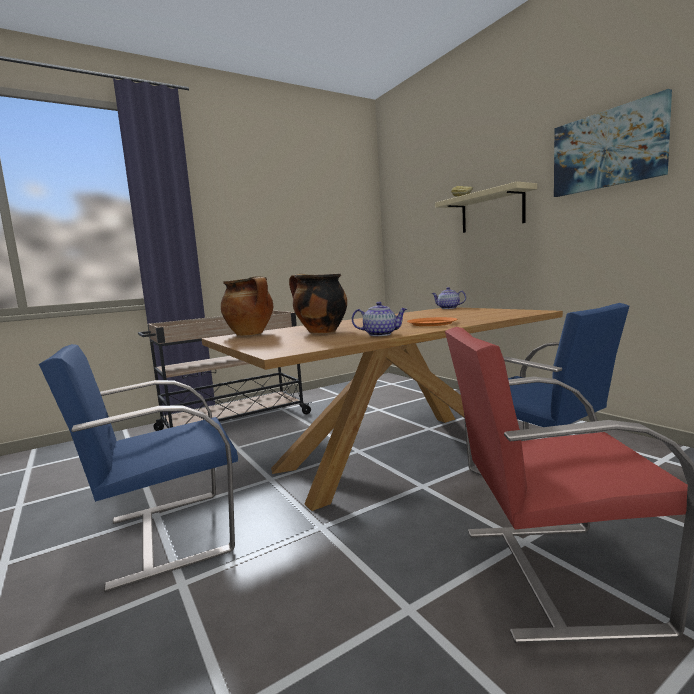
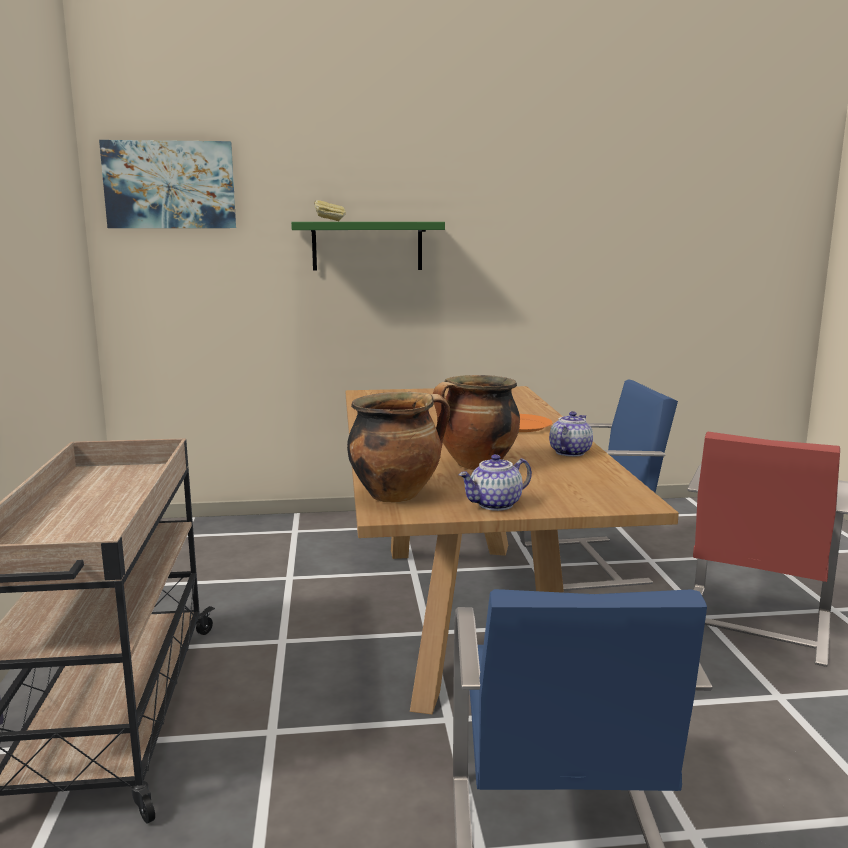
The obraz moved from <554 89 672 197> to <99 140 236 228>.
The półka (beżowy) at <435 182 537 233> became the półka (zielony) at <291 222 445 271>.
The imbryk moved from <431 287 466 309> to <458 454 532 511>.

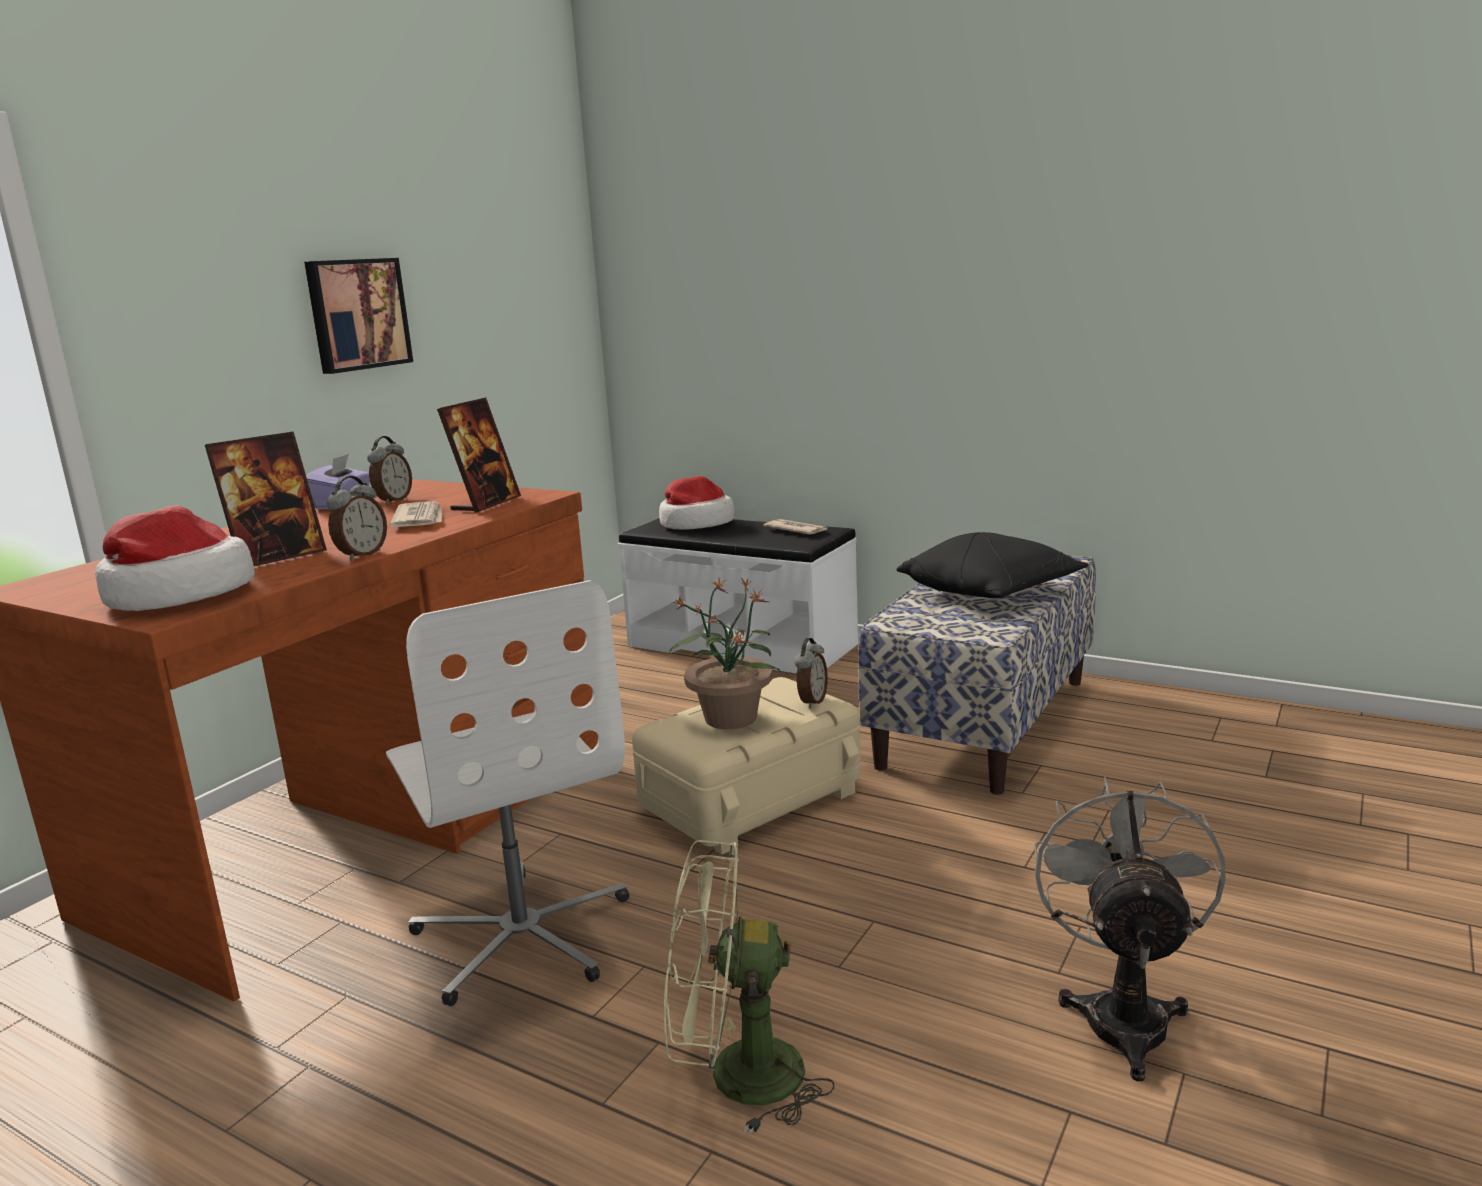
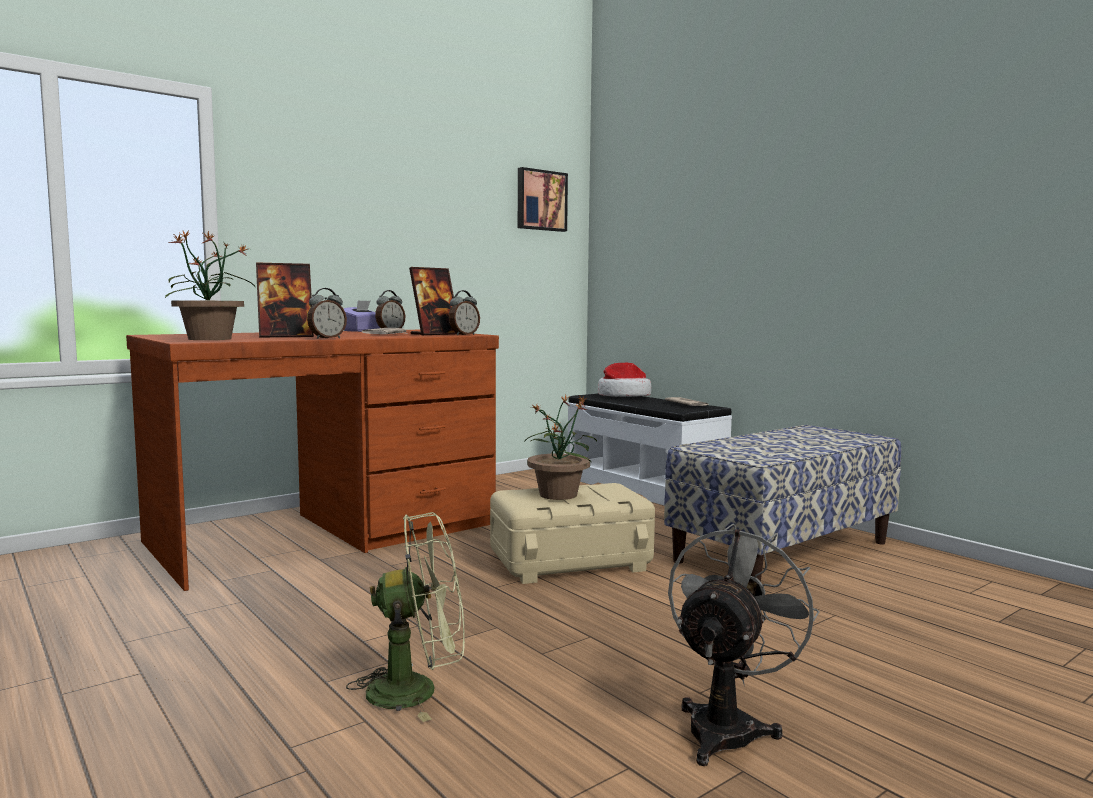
The obraz moved from <304 258 413 374> to <518 167 568 232>.
The kapelusz at <95 506 255 611> was replaced by the roślina doniczkowa at <165 231 255 340>.
The poduszka (czarny) at <897 532 1088 598> disappeared.
The krzesło biurowe (biały) at <386 580 629 1006> disappeared.
The budzik moved from <794 638 828 708> to <449 290 480 335>.
The wentylator (zielony) at <664 840 835 1135> turned 150 degrees clockwise.

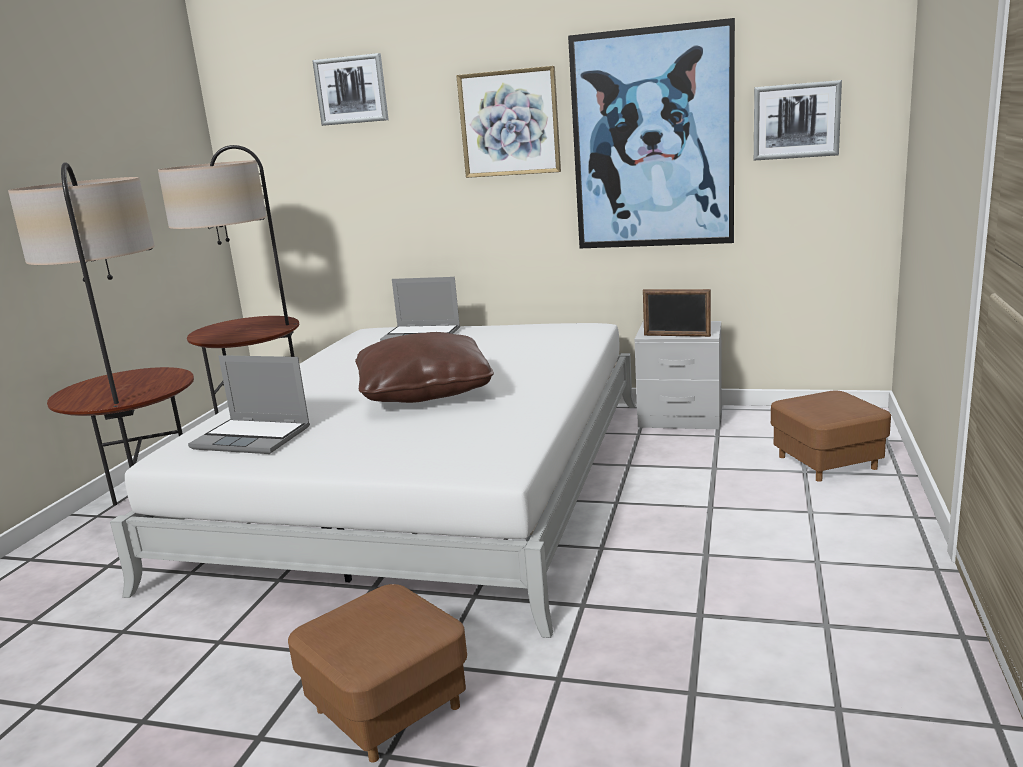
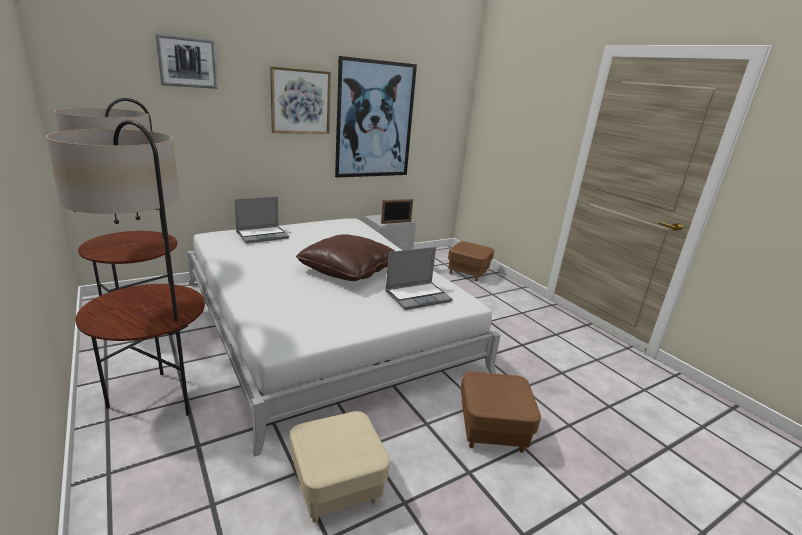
The obraz at <754 80 842 160> disappeared.
The laptop moved from <188 355 310 454> to <385 247 453 310>.
The pufa (beżowy) at <290 411 390 523> appeared.

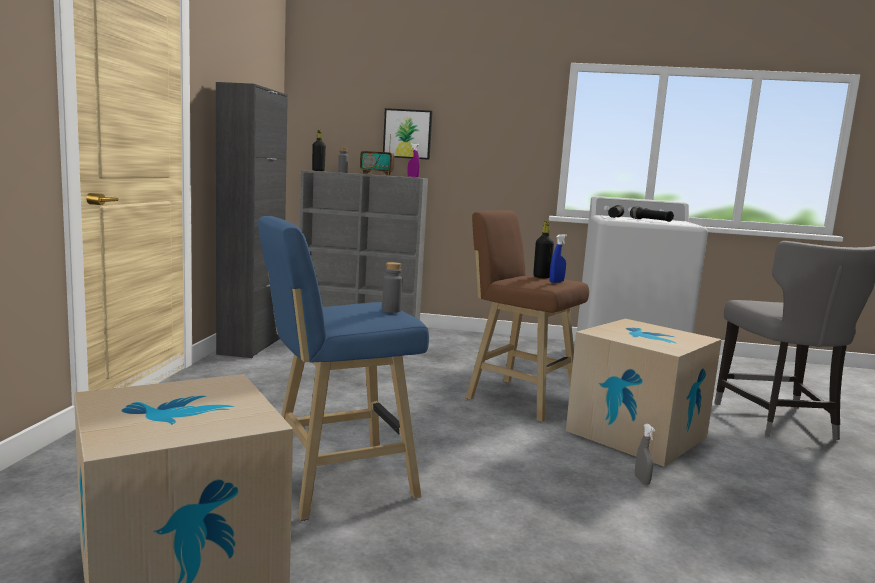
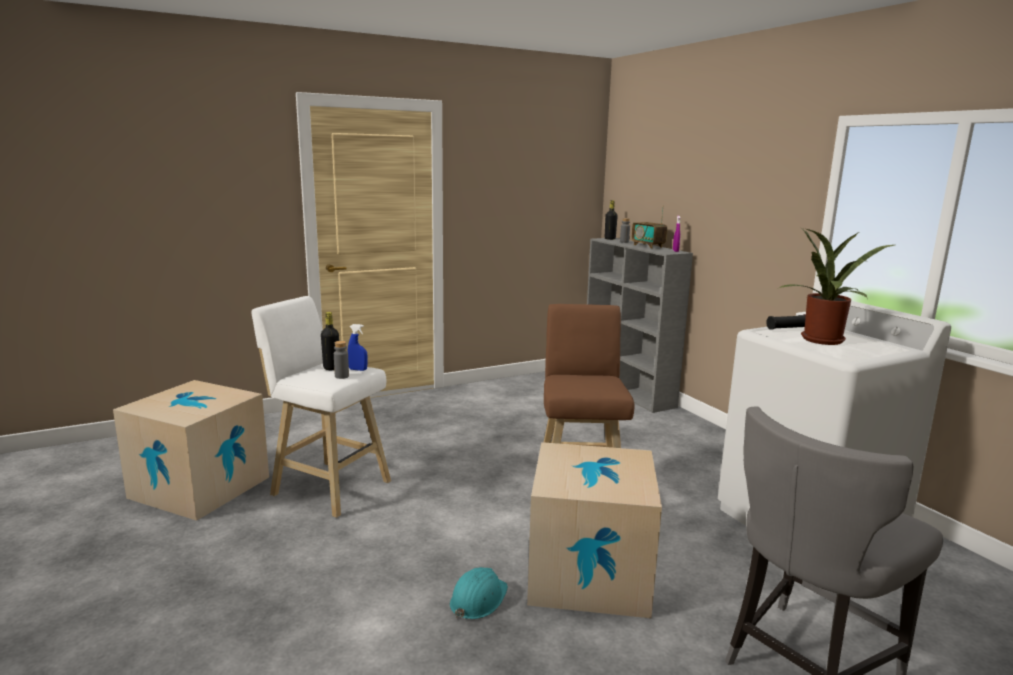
The szafka (czarny) at <216 82 288 358> disappeared.
The obraz at <383 108 433 160> disappeared.
The latarka (czarny) at <630 207 674 222> was replaced by the roślina doniczkowa at <779 226 894 345>.
The stołek (niebieski) at <258 216 429 521> became the stołek (biały) at <251 296 391 518>.
The butelka (czarny) moved from <533 221 554 278> to <321 312 339 370>.
The spryskiwacz (niebieski) moved from <550 234 567 283> to <348 324 367 371>.
The spryskiwacz (szary) at <635 424 655 485> was replaced by the kask (turkusowy) at <450 567 508 619>.

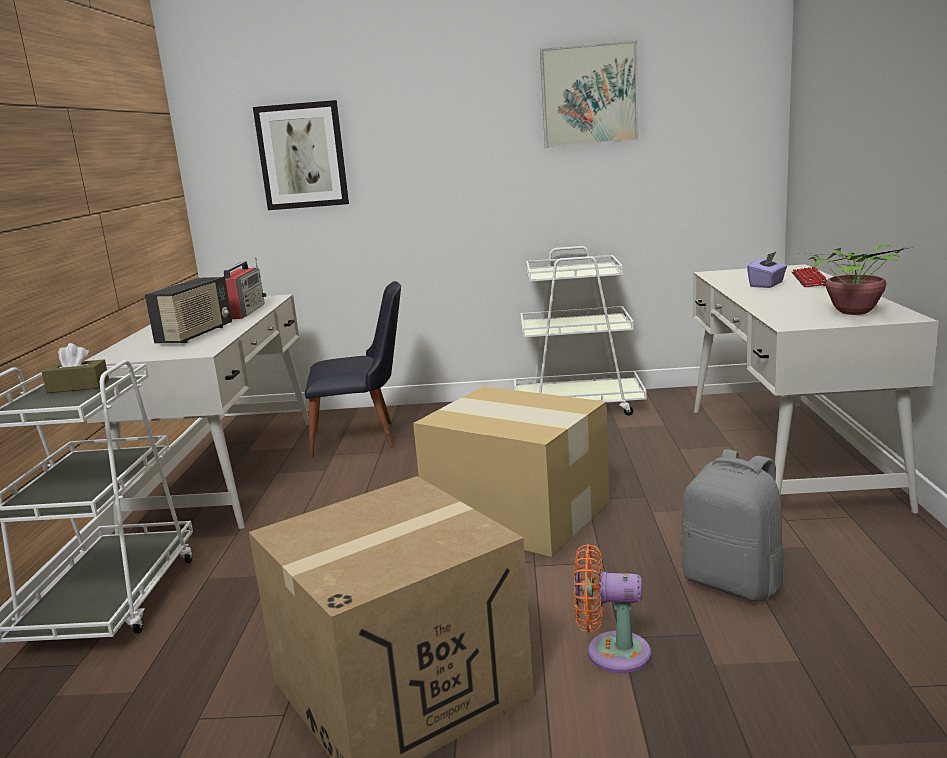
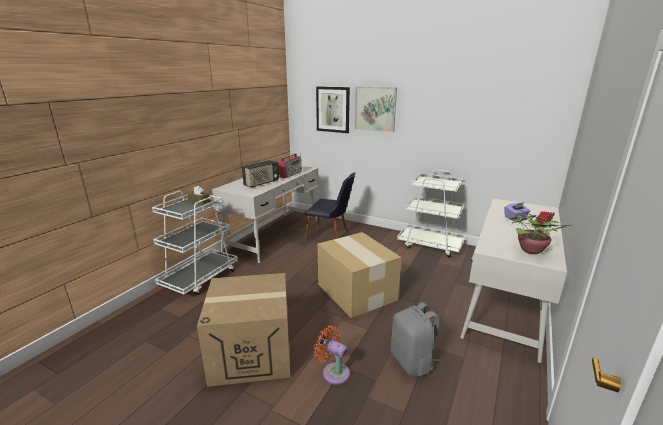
The obraz moved from <540 41 639 148> to <355 87 397 132>.

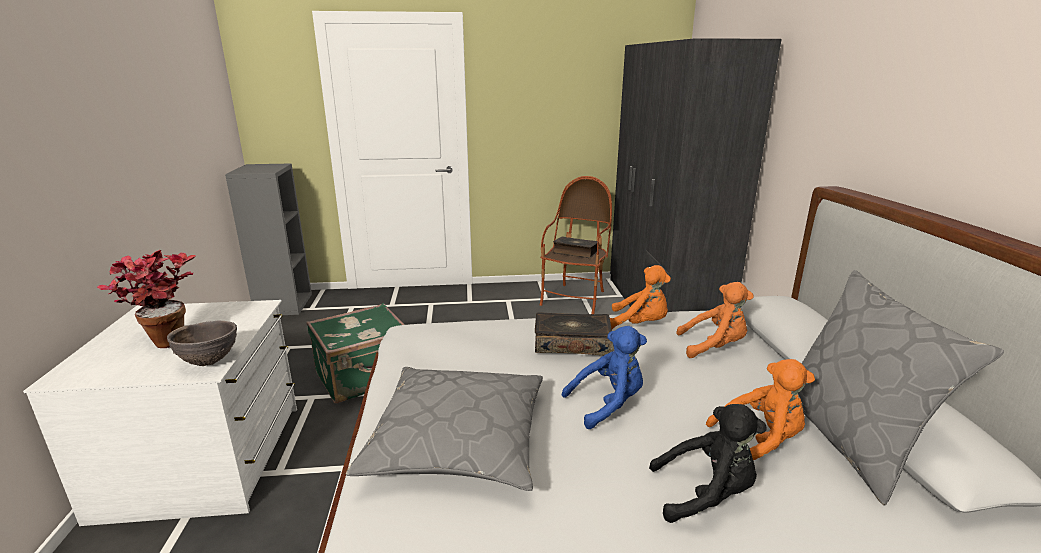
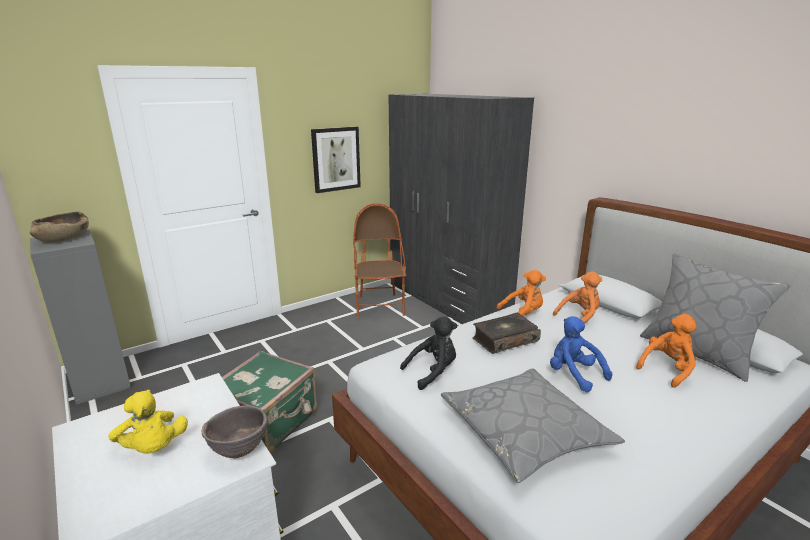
The książka at <553 236 599 258> disappeared.
The roślina doniczkowa at <97 250 196 348> was replaced by the pluszak (żółty) at <108 390 188 454>.
The pluszak (niebieski) at <562 326 647 429> turned 75 degrees counterclockwise.
The pluszak (czarny) moved from <649 404 767 523> to <400 316 457 390>.
The obraz at <311 126 361 193> appeared.
The miska (brązowy) at <30 212 89 243> appeared.

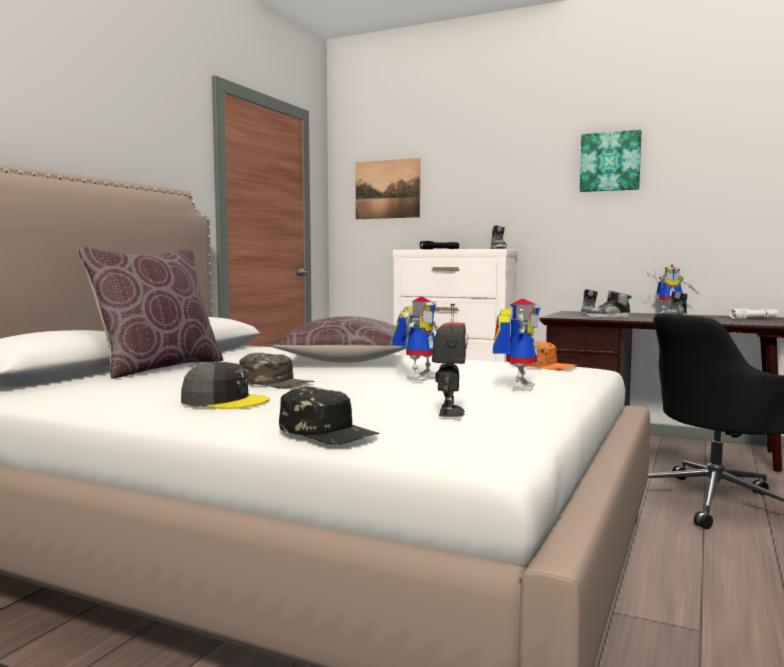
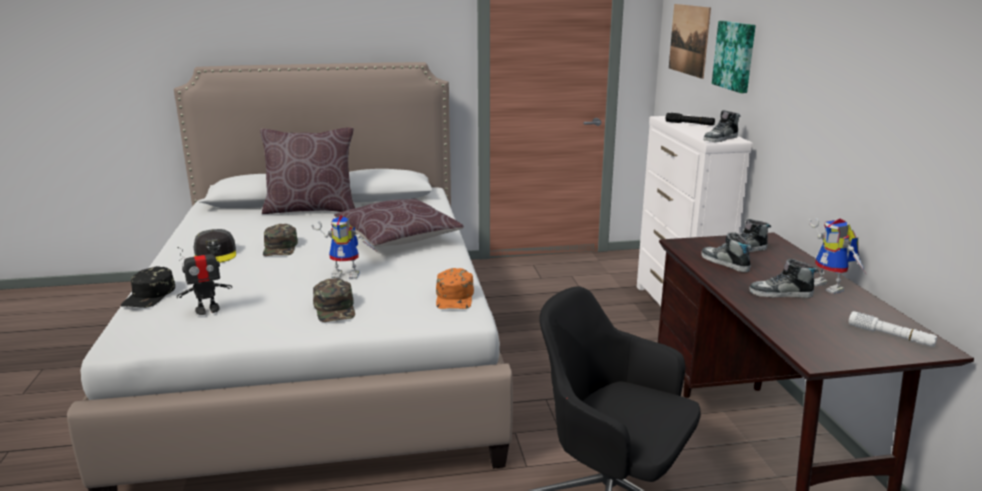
The obraz moved from <580 130 642 192> to <712 21 756 93>.
The robot zabawkowy at <493 299 541 391> was replaced by the czapka z daszkiem (zielony) at <313 278 355 322>.

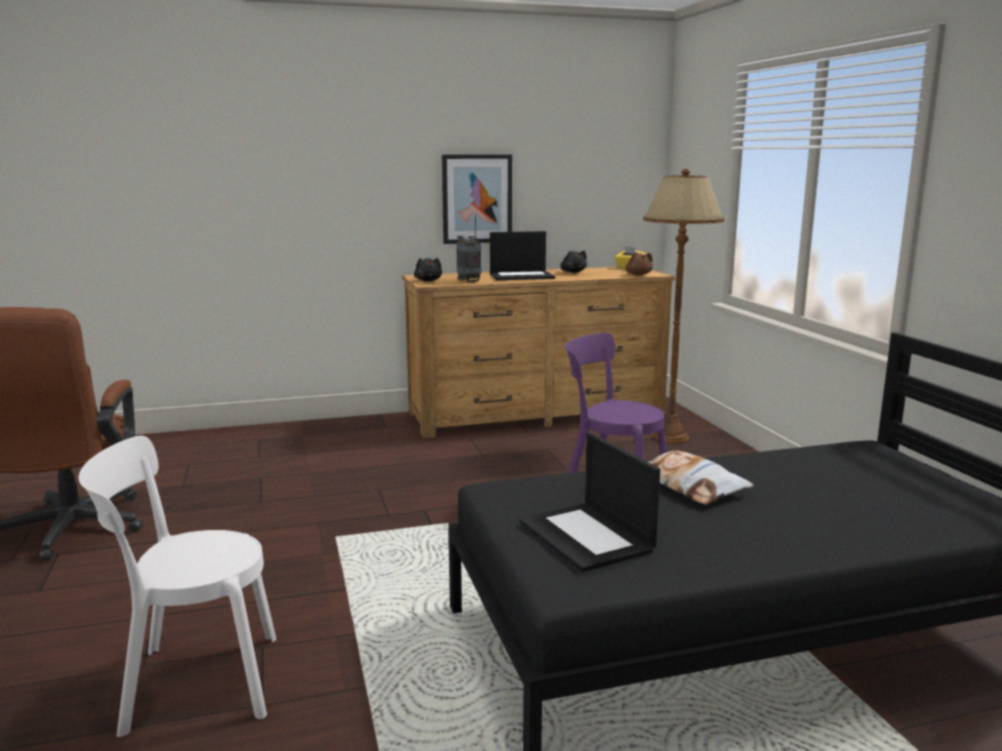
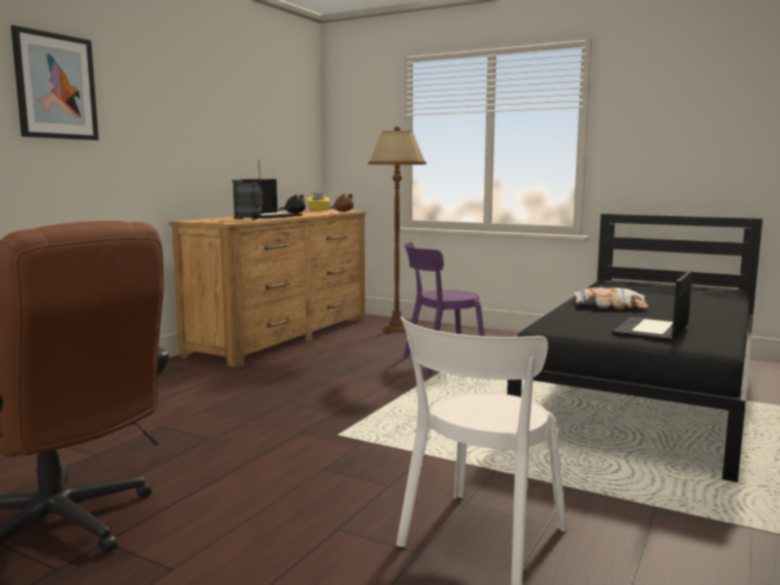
The obraz moved from <442 154 512 244> to <11 25 99 140>.
The pluszak (czarny) at <414 258 442 281> disappeared.
The laptop at <520 433 660 572> turned 105 degrees clockwise.

